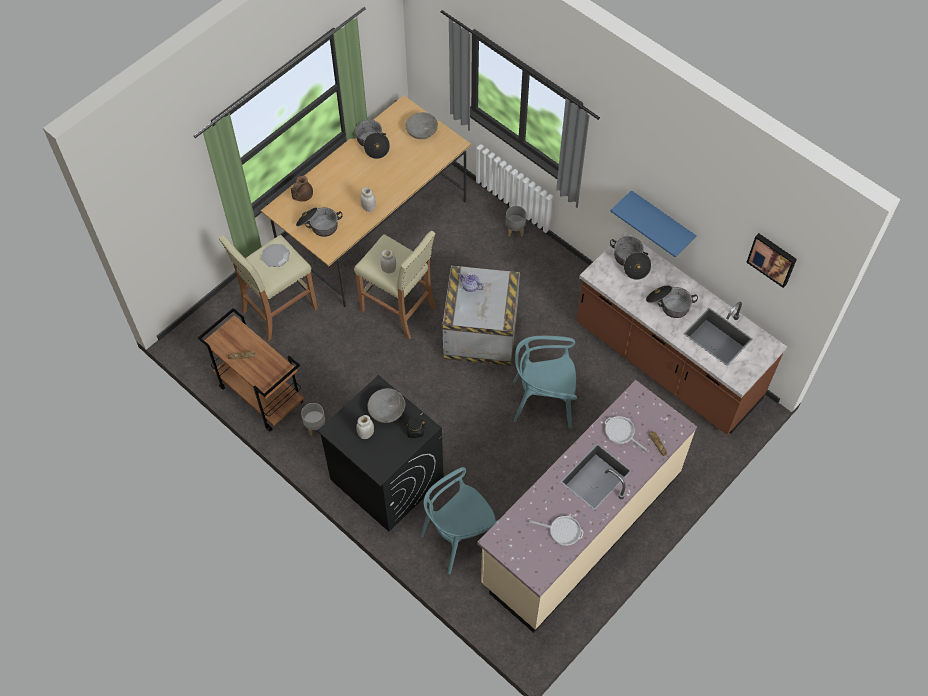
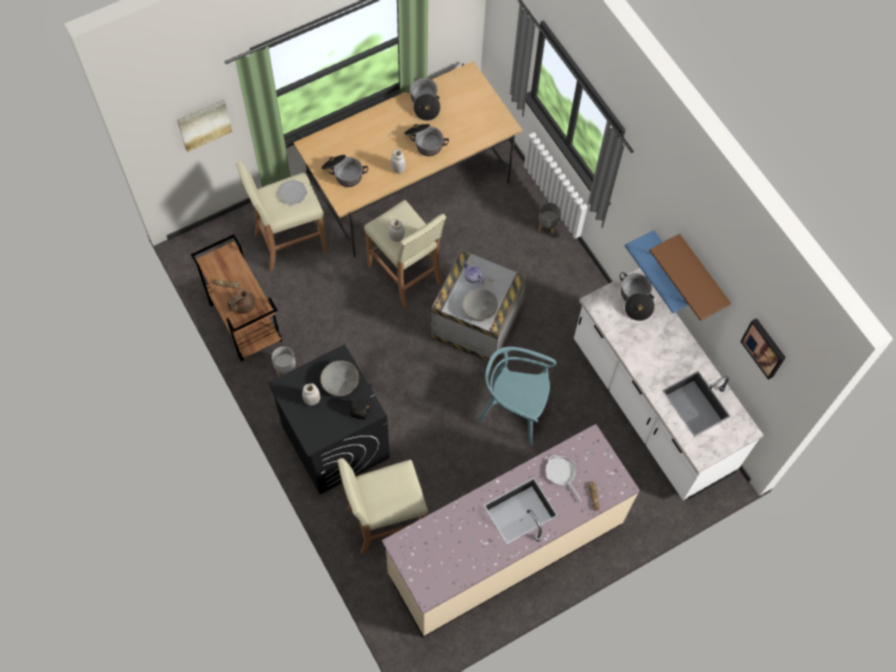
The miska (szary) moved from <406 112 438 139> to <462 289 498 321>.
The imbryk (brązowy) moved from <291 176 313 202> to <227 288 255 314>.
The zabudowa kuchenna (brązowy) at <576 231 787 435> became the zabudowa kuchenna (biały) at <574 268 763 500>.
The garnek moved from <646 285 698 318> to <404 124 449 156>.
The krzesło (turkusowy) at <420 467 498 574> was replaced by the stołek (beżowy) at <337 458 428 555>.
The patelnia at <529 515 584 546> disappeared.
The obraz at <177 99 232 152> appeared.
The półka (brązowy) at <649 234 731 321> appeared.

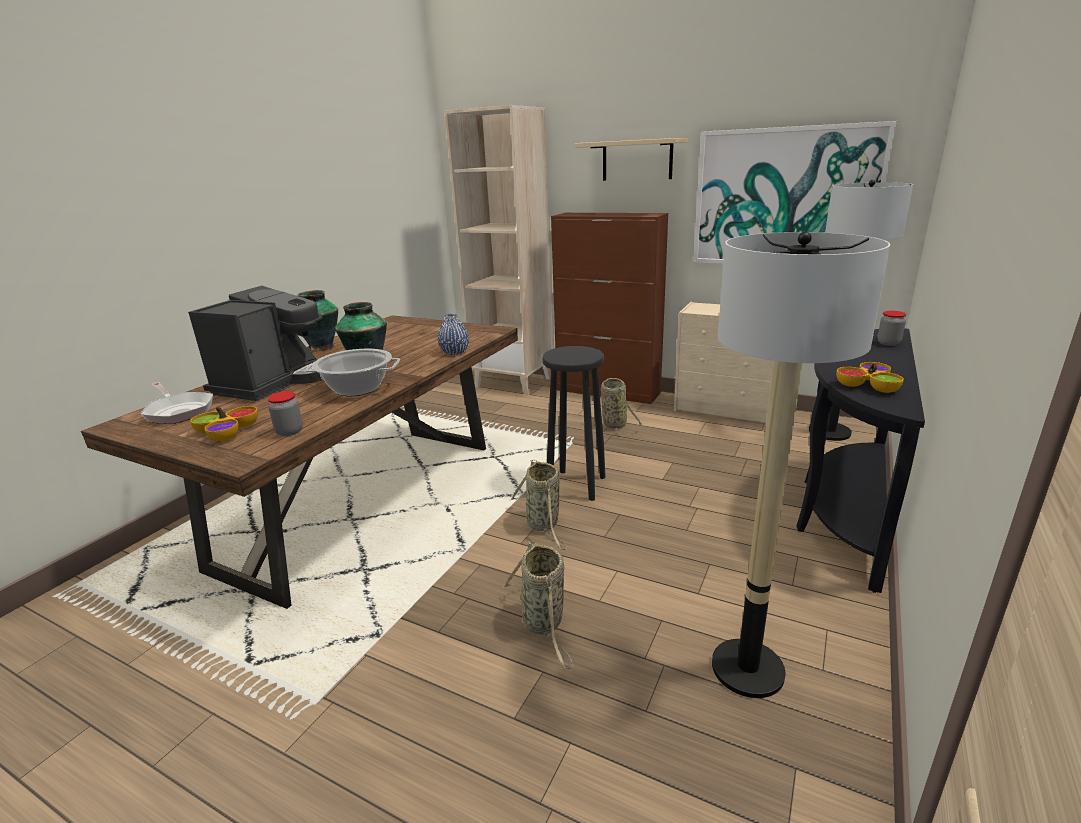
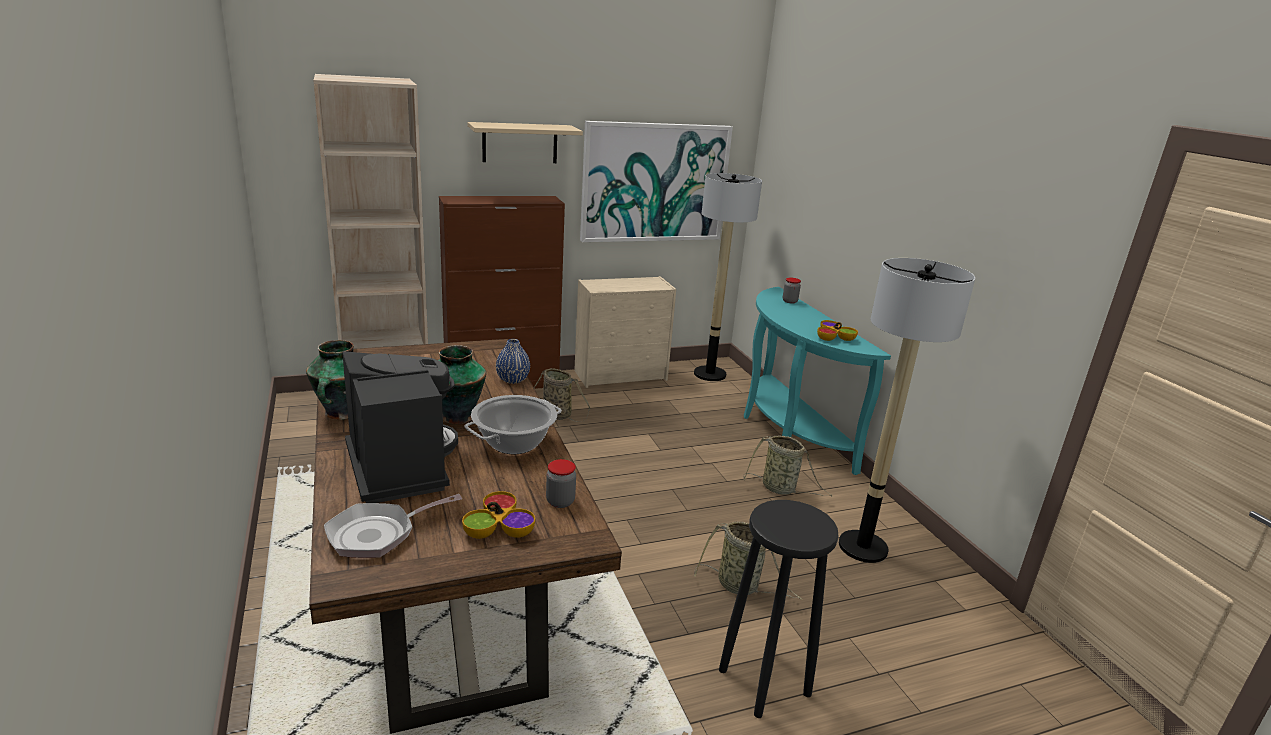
The stolik konsolowy (czarny) at <796 329 925 593> became the stolik konsolowy (turkusowy) at <744 287 891 475>.
The stołek (czarny) moved from <542 346 606 501> to <719 500 839 718>.
The patelnia at <140 382 213 424> turned 150 degrees clockwise.
The koszyk moved from <510 460 567 550> to <743 435 832 496>.

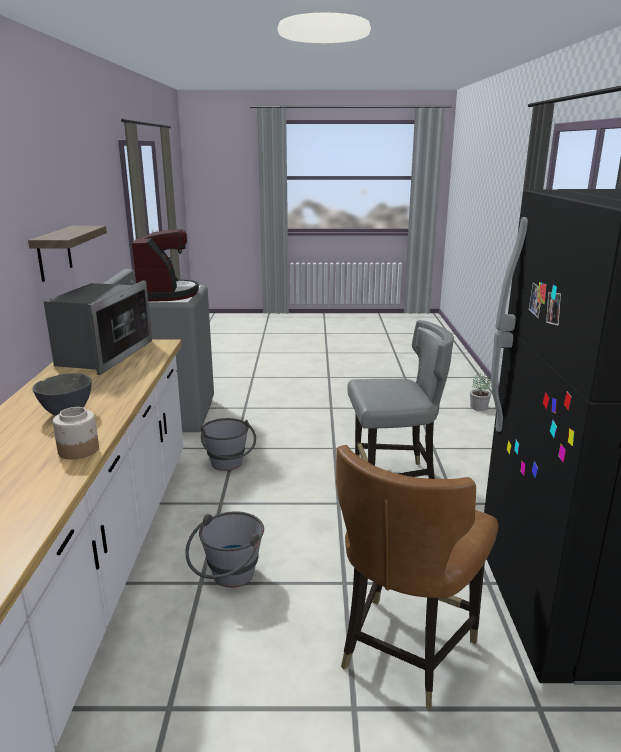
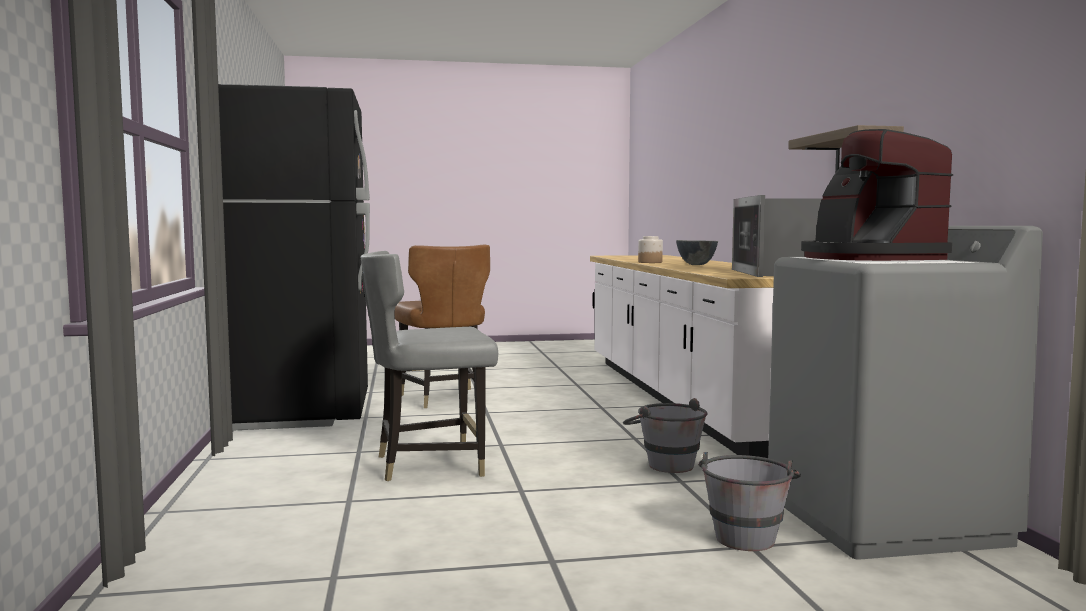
The roślina doniczkowa at <470 372 491 411> disappeared.
The krzesło (brązowy) at <336 445 498 709> turned 135 degrees clockwise.
The wiadro (szary) moved from <185 511 264 588> to <698 452 801 551>.

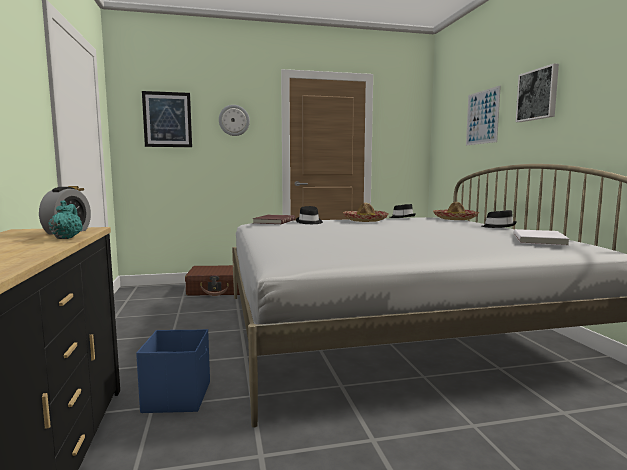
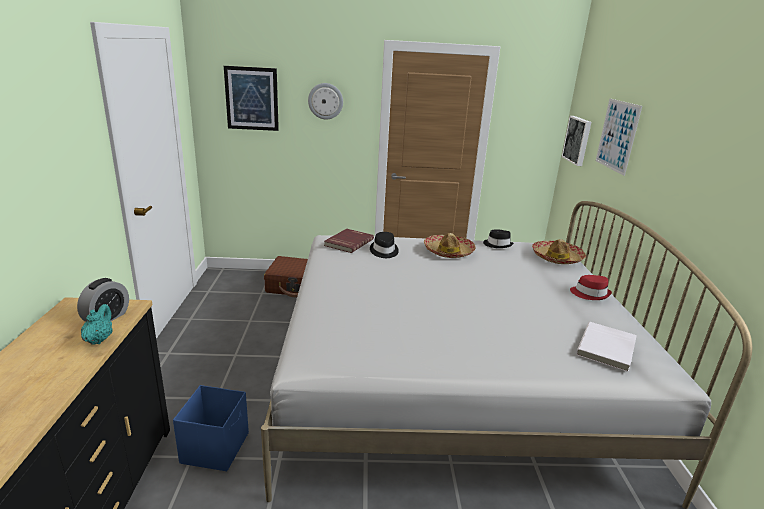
The obraz moved from <516 63 559 122> to <562 116 591 166>.
The kapelusz (czarny) at <481 210 517 228> became the kapelusz (czerwony) at <570 275 612 300>.

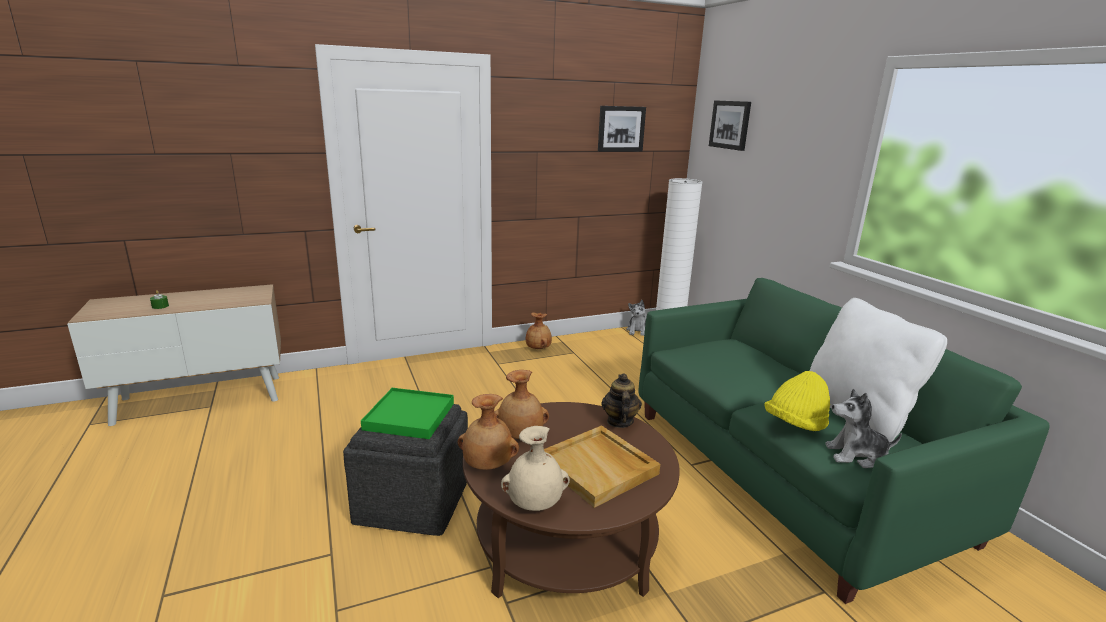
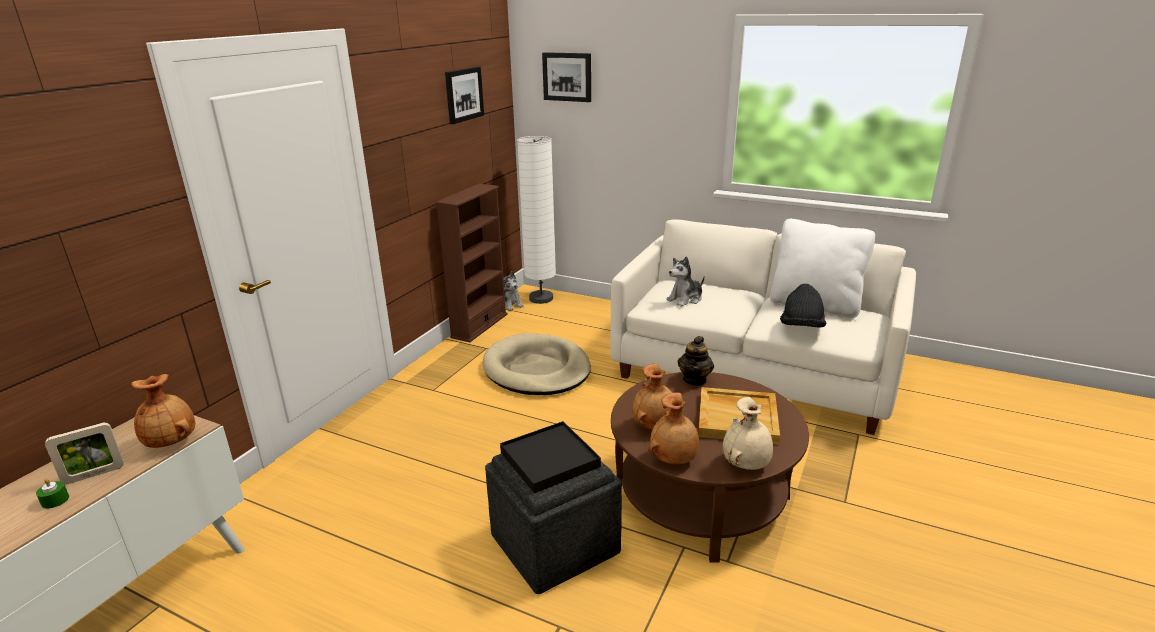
The kanapa (zielony) at <638 278 1050 604> became the kanapa (biały) at <610 219 916 435>.
The wazon (brązowy) moved from <526 312 552 349> to <131 374 195 448>.
The kapelusz (żółty) at <764 371 830 431> became the kapelusz (czarny) at <780 284 826 327>.
The imbryk at <601 374 642 428> turned 120 degrees counterclockwise.
The taca (zielony) at <361 388 454 439> became the taca (czarny) at <500 421 601 493>.
The pluszak moved from <825 389 902 468> to <666 256 705 307>.
The regał (brązowy) at <435 184 508 342> appeared.
The legowisko (beżowy) at <483 333 591 395> appeared.
The ramka na zdjęcie at <45 422 124 484> appeared.

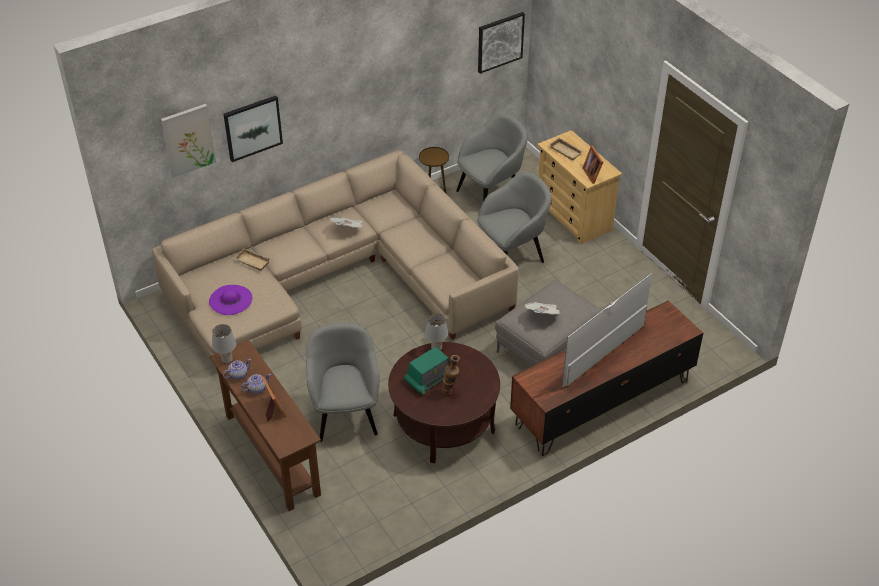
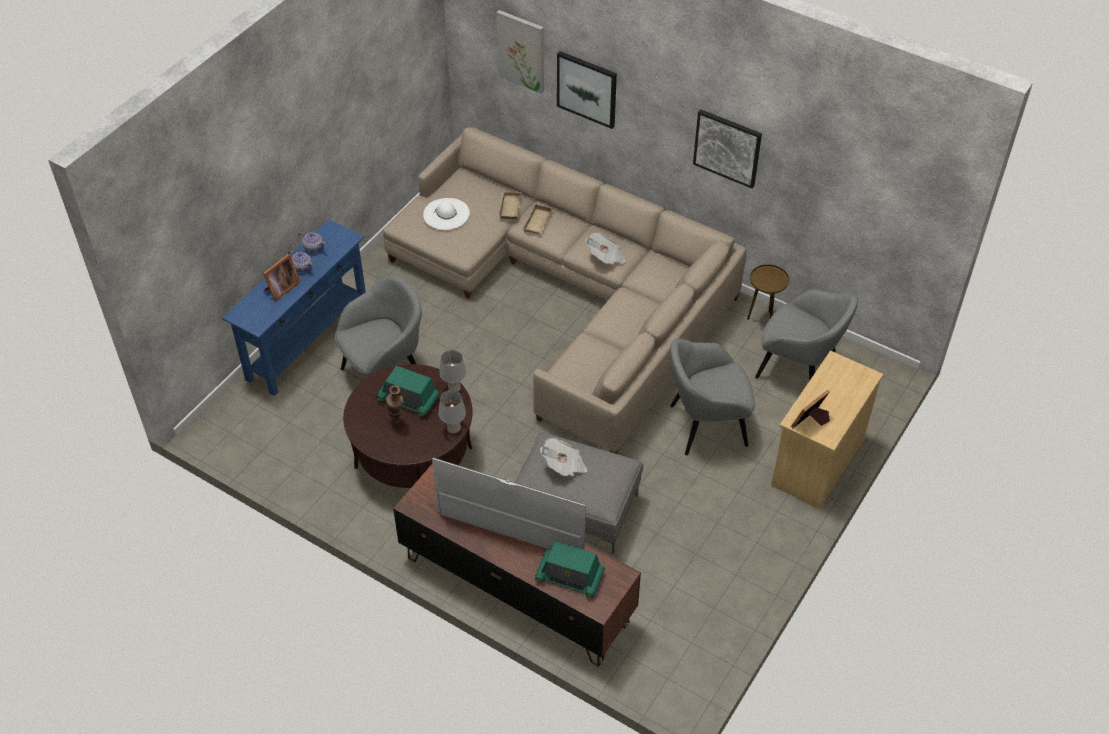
The obraz moved from <478 12 525 74> to <693 109 762 188>.
The taca (beżowy) moved from <549 138 584 161> to <523 203 553 234>.
The fotel (szary) at <477 172 552 263> turned 135 degrees clockwise.
The kapelusz (fioletowy) at <209 285 252 315> became the kapelusz (biały) at <423 198 470 230>.
The lampa stołowa (szary) moved from <212 324 236 364> to <439 390 466 434>.
The stolik konsolowy (brązowy) at <210 340 321 511> became the stolik konsolowy (niebieski) at <222 220 366 396>.
The radio at <535 541 605 598> appeared.

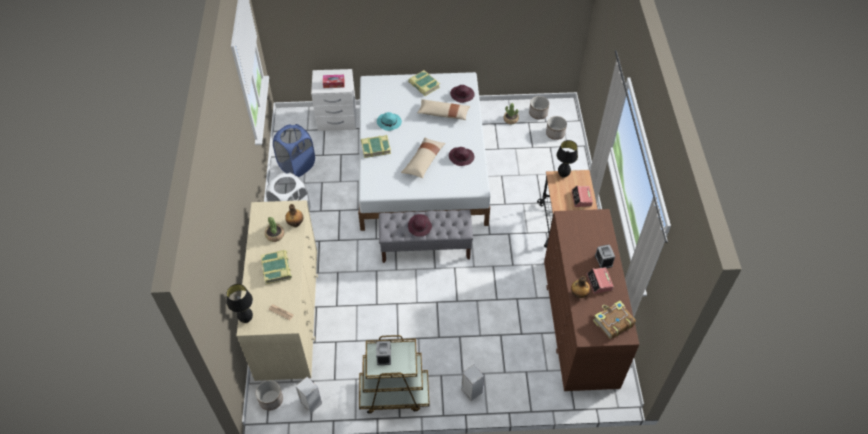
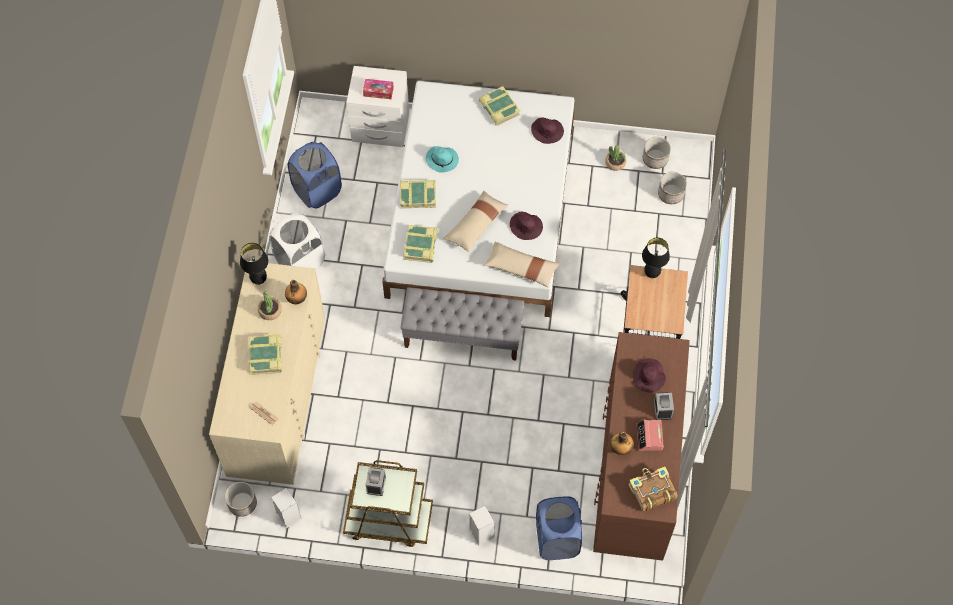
The poduszka (beżowy) moved from <417 99 470 120> to <484 241 560 287>.
The budzik at <571 186 593 207> disappeared.
The kapelusz (fioletowy) moved from <408 214 432 237> to <633 358 666 393>.
The lampa stołowa (czarny) moved from <227 284 253 323> to <240 243 269 285>.
The książka at <404 225 438 263> appeared.
The kosz na pranie (niebieski) at <536 497 582 560> appeared.

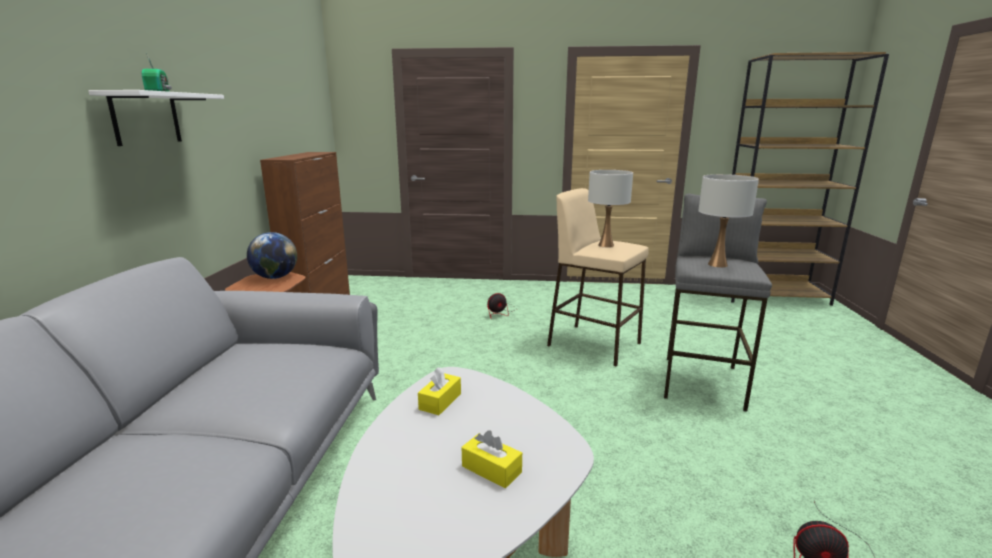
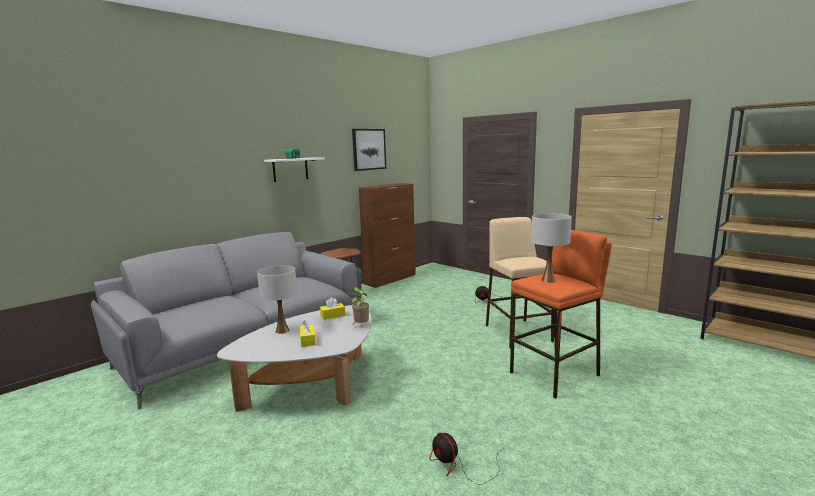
The lampa stołowa (biały) moved from <588 170 633 248> to <257 265 297 334>.
The stołek (szary) at <664 193 772 411> became the stołek (pomarańczowy) at <510 230 612 399>.
The globus at <247 232 297 279> disappeared.
The obraz at <352 129 386 171> appeared.
The roślina doniczkowa at <347 287 369 325> appeared.

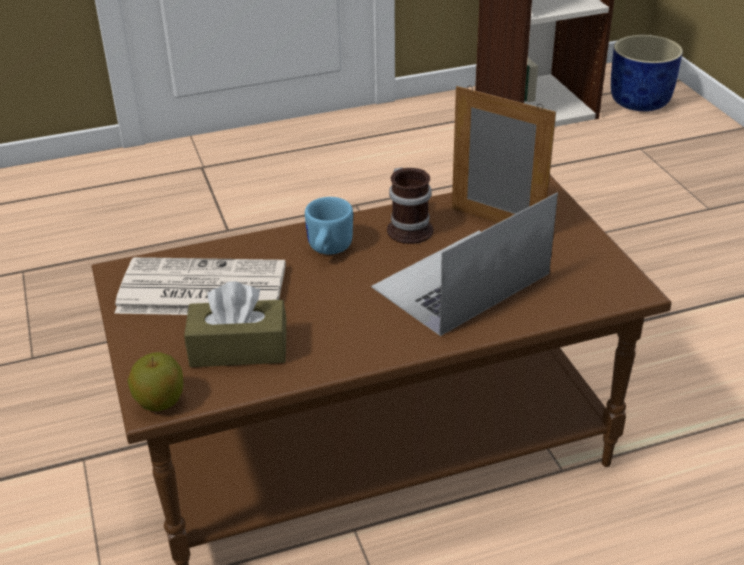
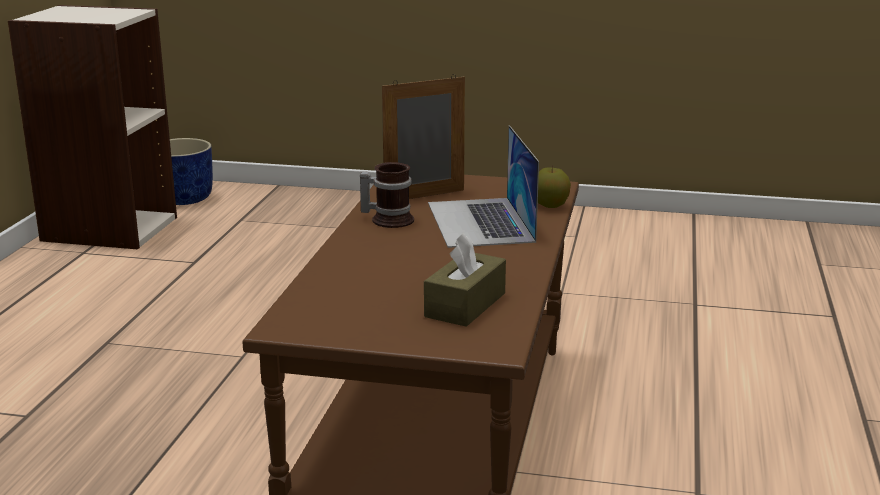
The kubek (niebieski) at <305 197 353 255> disappeared.
The gazeta at <114 257 286 315> disappeared.
The jabłko moved from <127 352 184 411> to <538 166 571 208>.

